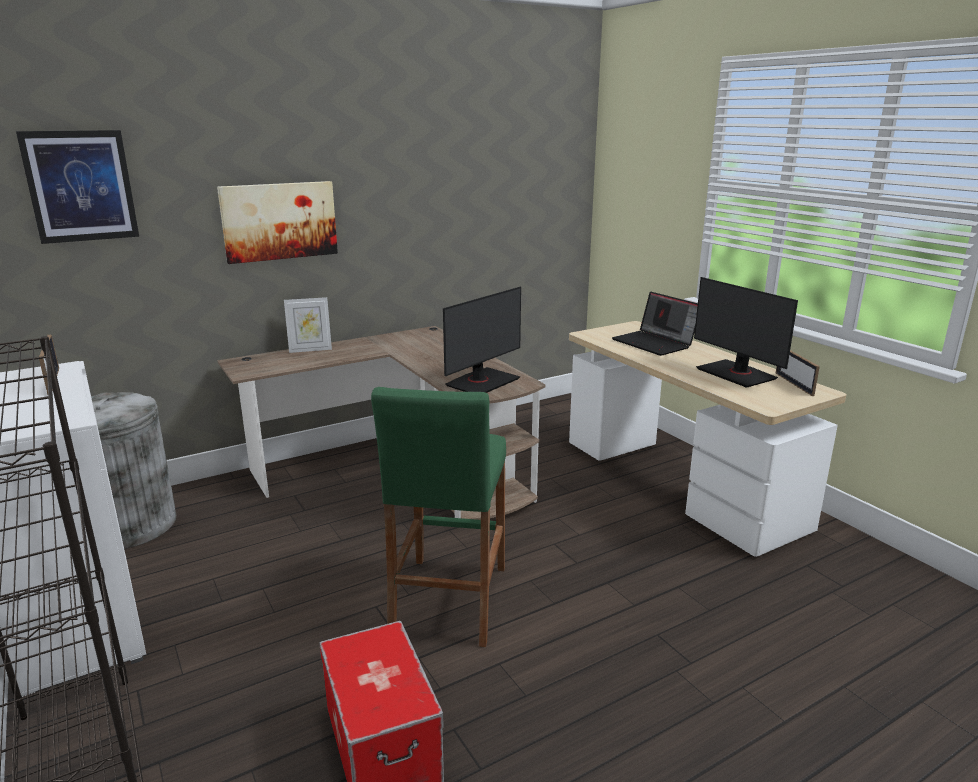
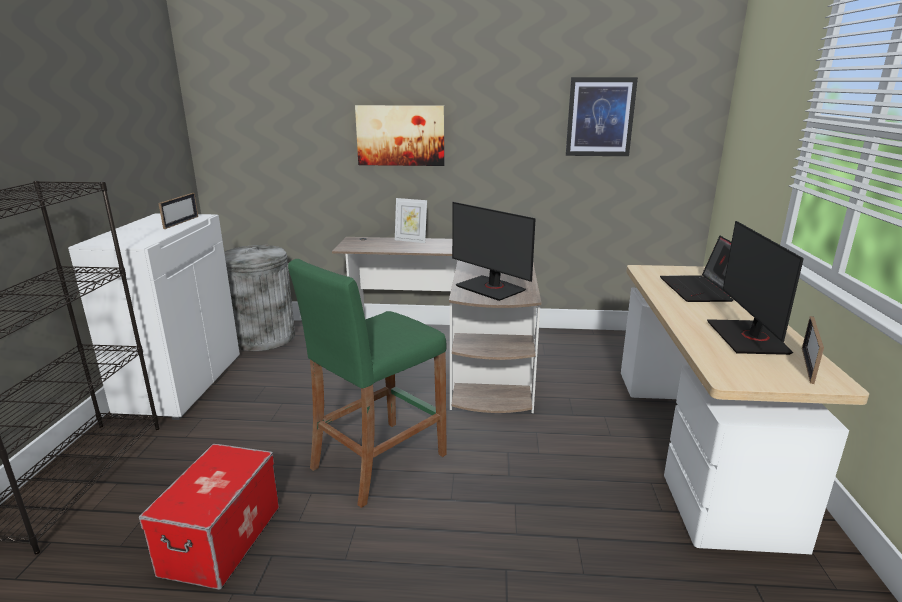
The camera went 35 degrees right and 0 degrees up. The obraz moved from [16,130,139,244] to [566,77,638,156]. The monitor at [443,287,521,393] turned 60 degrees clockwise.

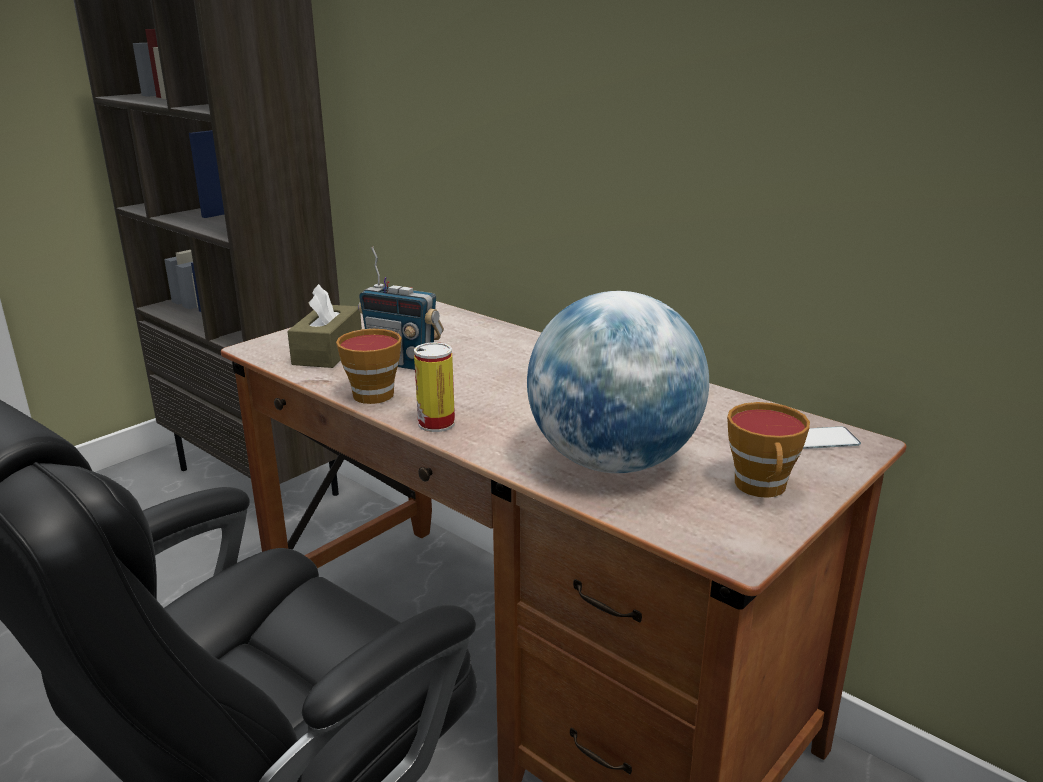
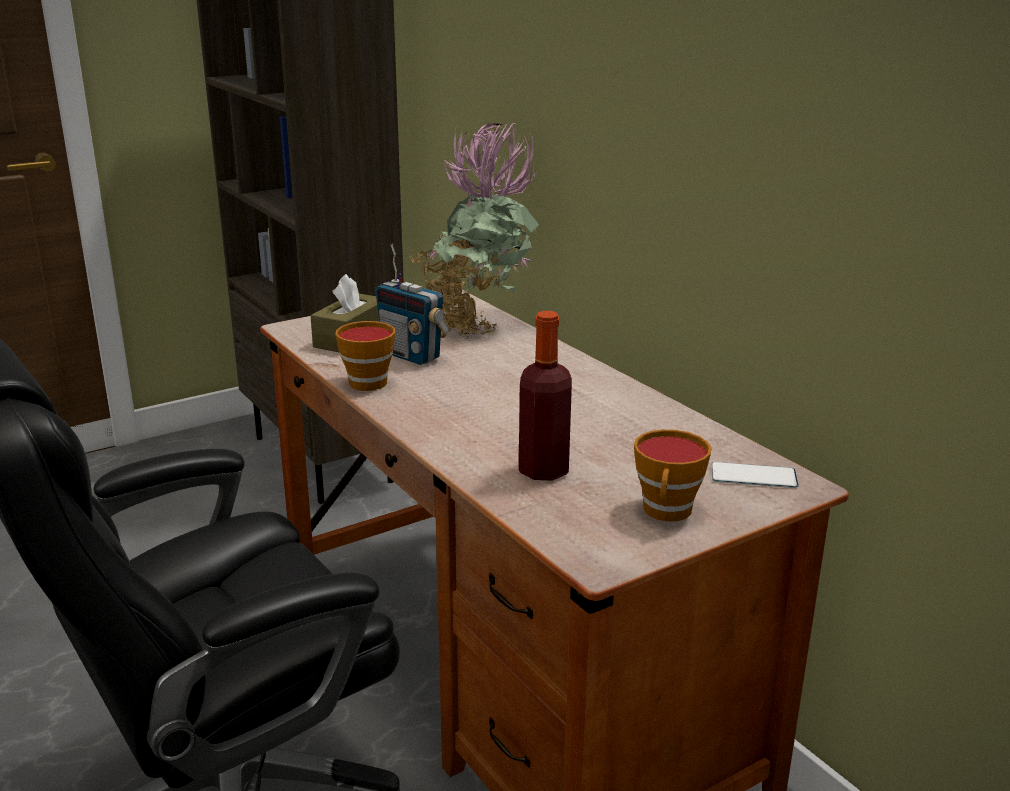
The camera went 15 degrees right and 0 degrees up. The puszka at [414,342,455,432] disappeared. The roślina doniczkowa at [408,122,539,338] appeared. The globus at [527,291,709,473] was replaced by the butelka at [519,311,572,481].

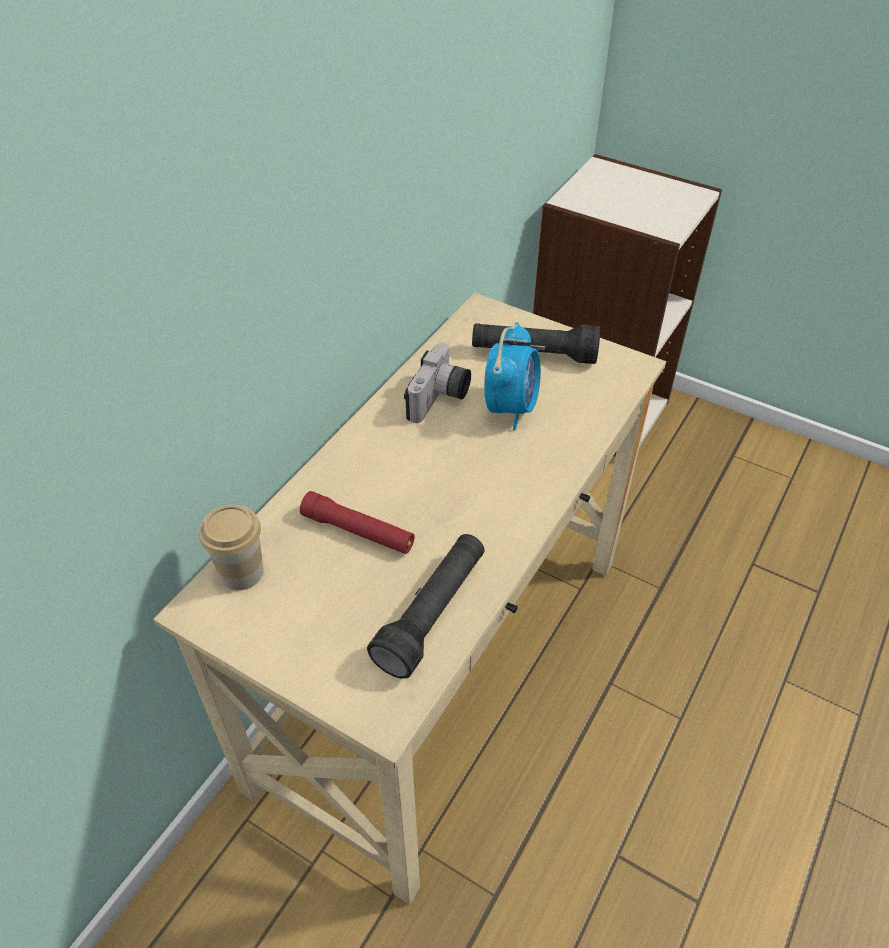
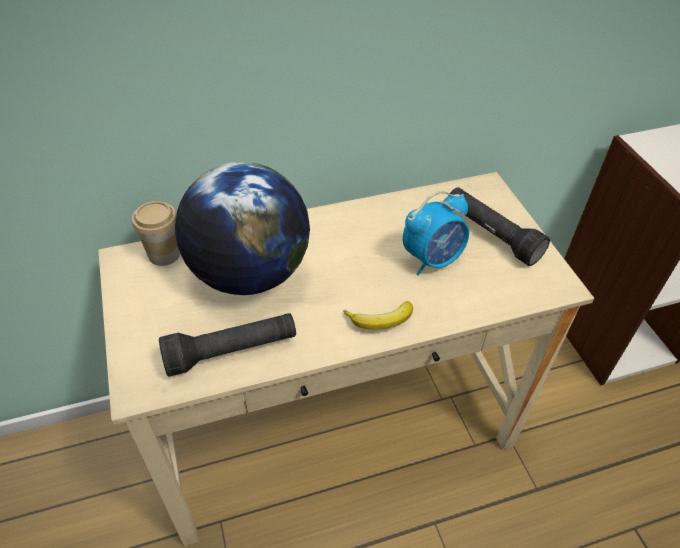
The camera went 40 degrees right and 0 degrees up. The aparat fotograficzny at [404,343,471,423] disappeared. The banan at [343,301,413,330] appeared. The latarka/czerwony at [300,491,415,554] was replaced by the globus at [175,162,310,295].

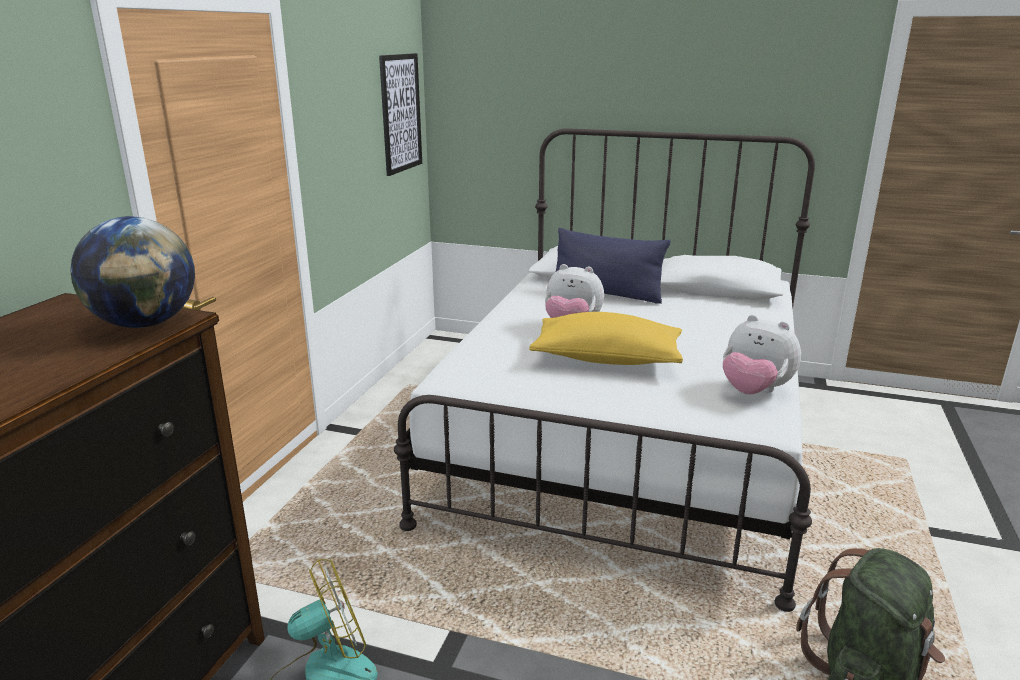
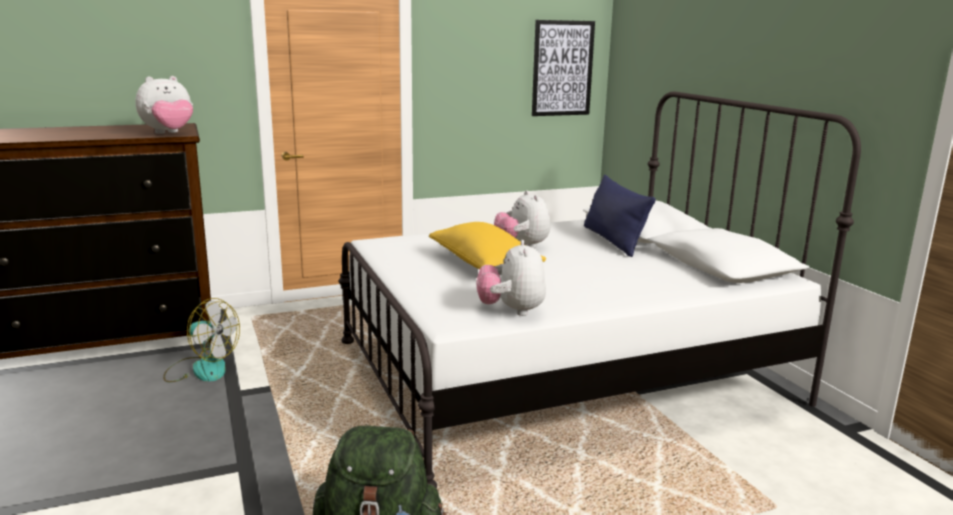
The camera went 50 degrees right and 5 degrees down. The globus at [71,216,195,328] was replaced by the pluszak at [135,76,193,134].

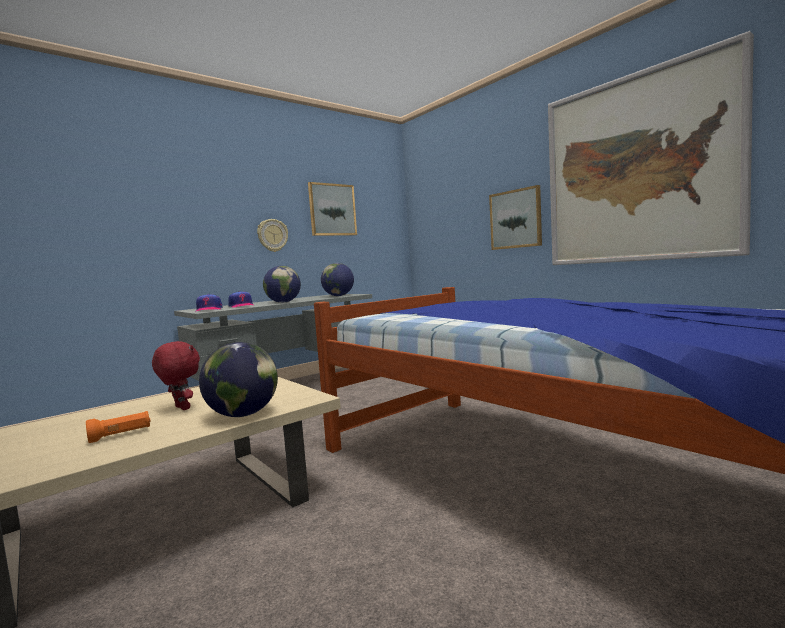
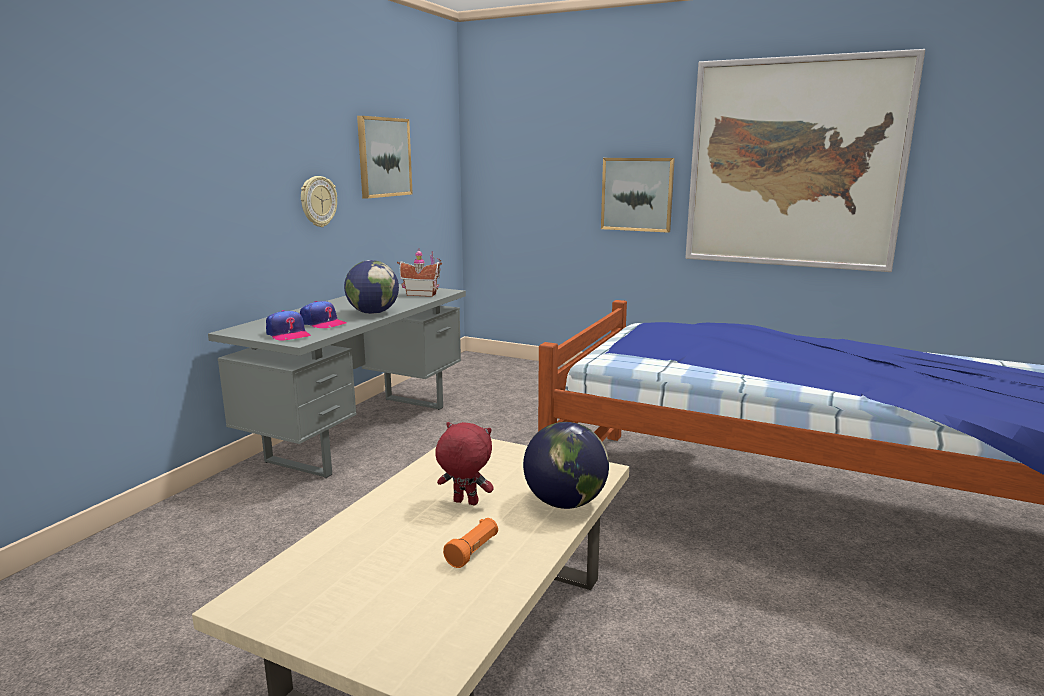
The camera went 25 degrees left and 10 degrees up. The globus at [321,263,354,296] was replaced by the domek at [397,249,442,297].

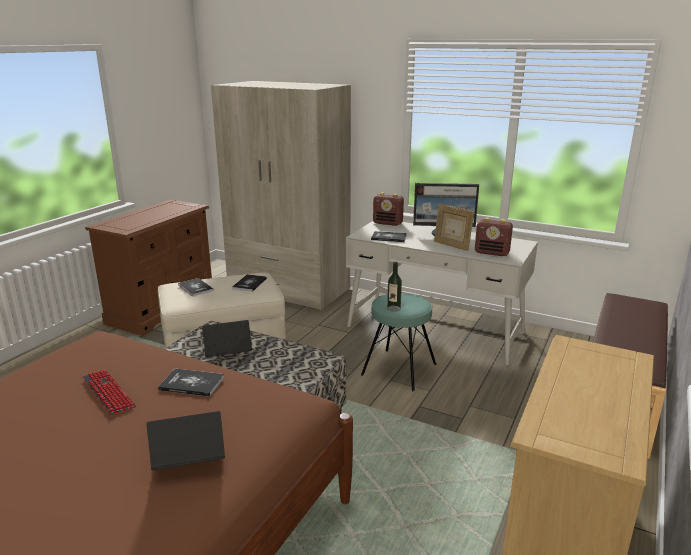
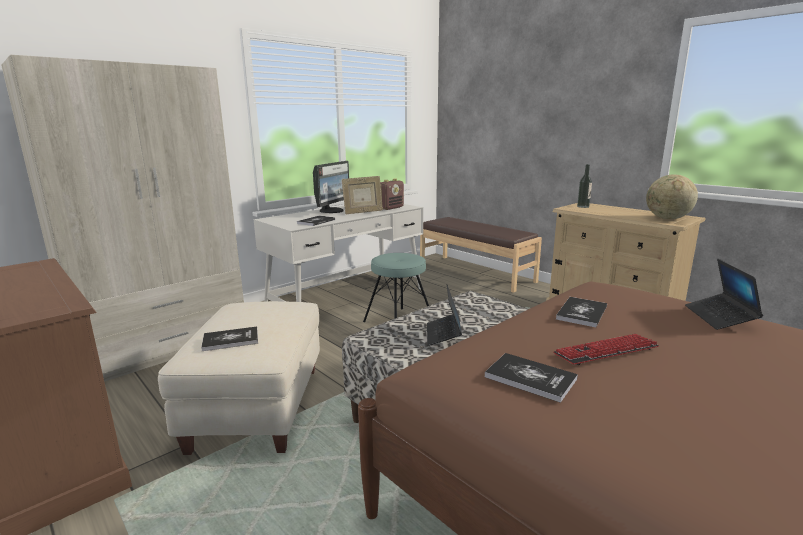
The camera went 70 degrees left and 5 degrees down. The radio at [373,192,404,226] disappeared. The globus at [646,174,698,219] appeared. The książka moved from [232,274,267,292] to [485,353,578,403]. The butelka moved from [387,262,402,312] to [577,164,592,208].

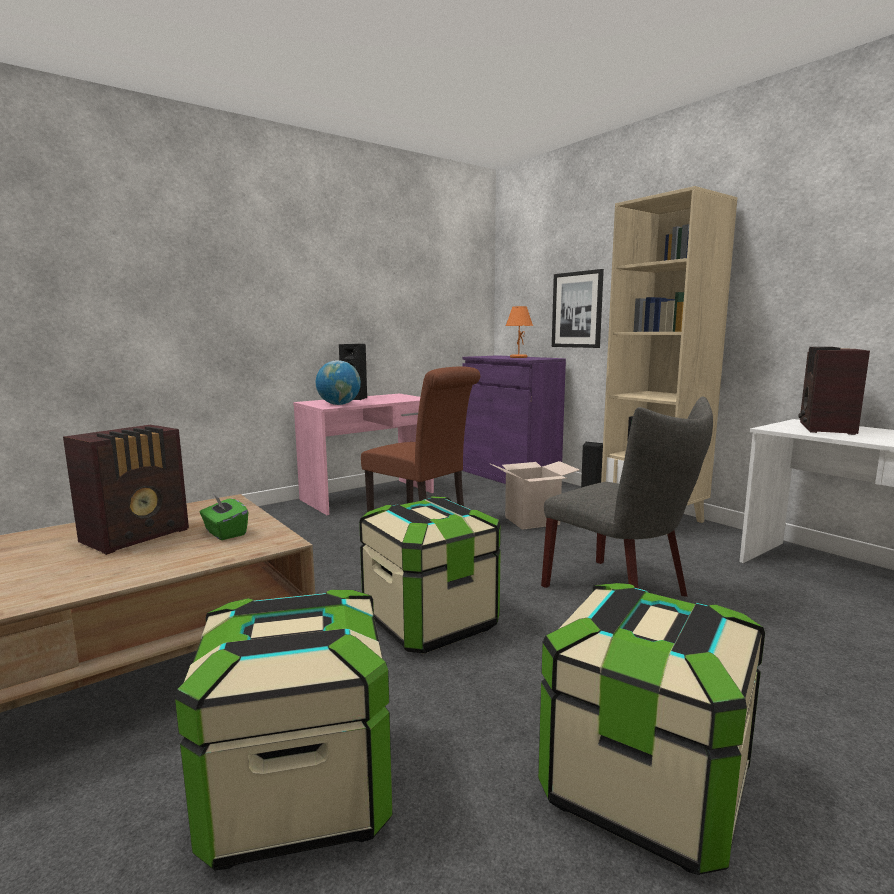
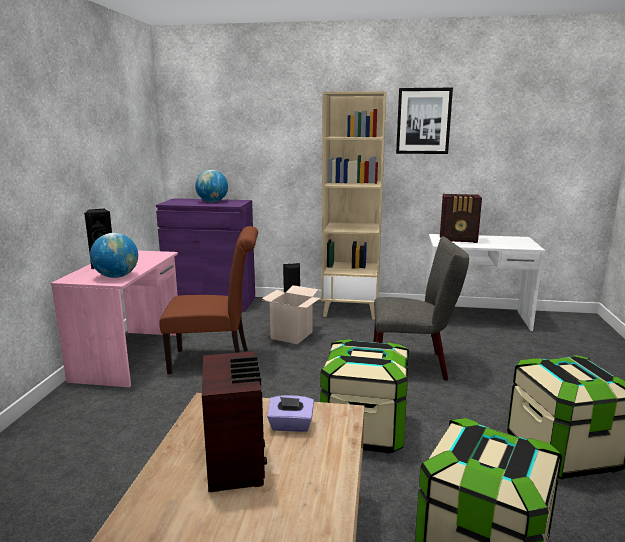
The camera went 45 degrees left and 5 degrees up. The obraz moved from [552,269,604,348] to [396,88,453,154]. The lampa stołowa/pomarańczowy at [506,306,533,358] was replaced by the globus at [195,170,228,202]. The pudełko chusteczek/zielony at [200,493,248,540] became the pudełko chusteczek/fioletowy at [267,395,314,432]. The radio at [798,347,870,435] turned 60 degrees counterclockwise.

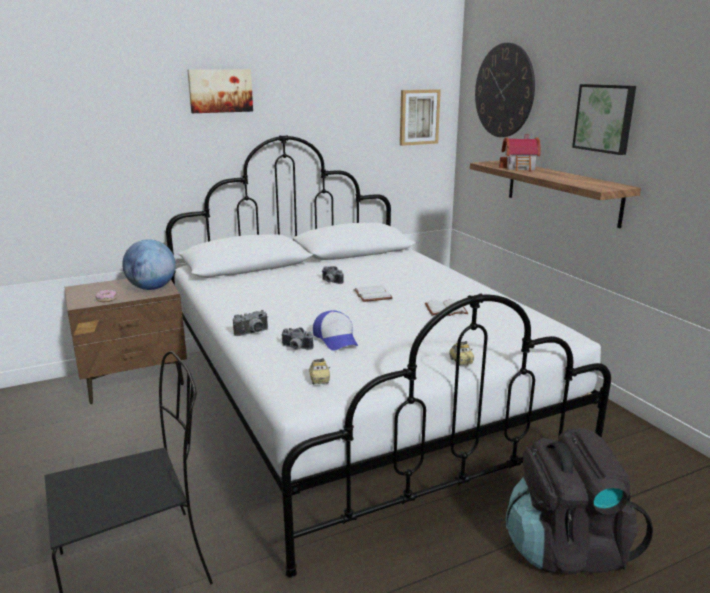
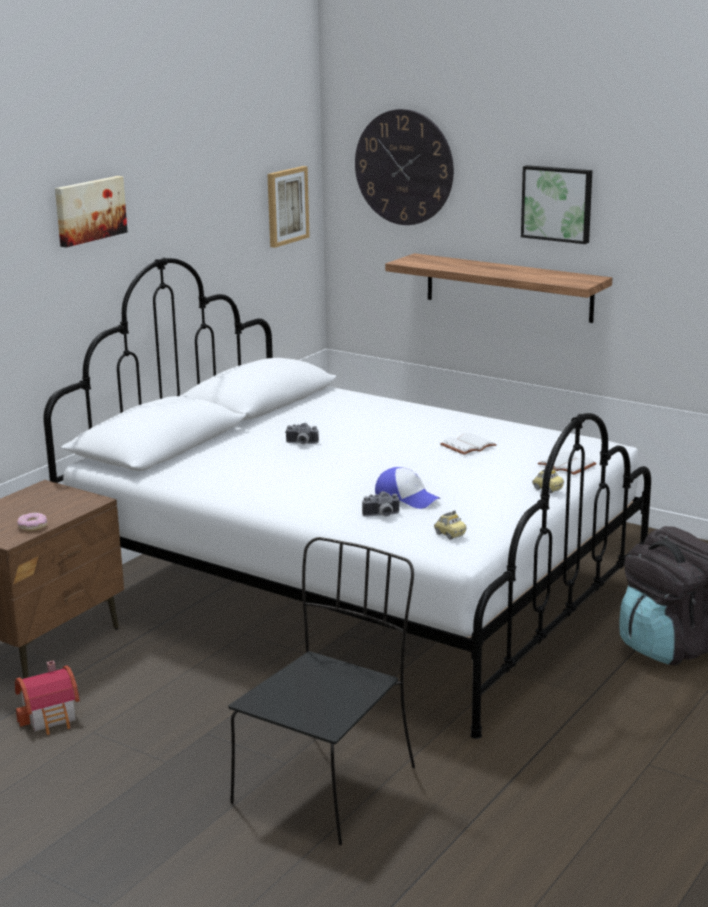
The camera went 30 degrees left and 0 degrees up. The globus at [122,239,176,290] disappeared. The aparat fotograficzny at [233,310,268,336] disappeared. The książka/biały moved from [353,285,393,302] to [538,451,597,475]. The domek moved from [499,134,541,171] to [15,661,80,735].

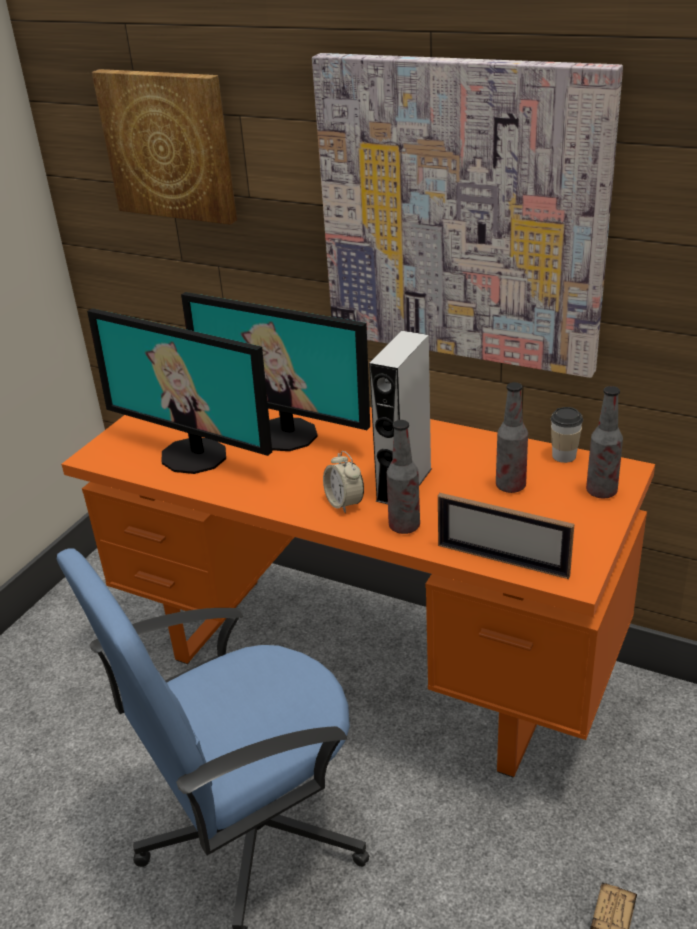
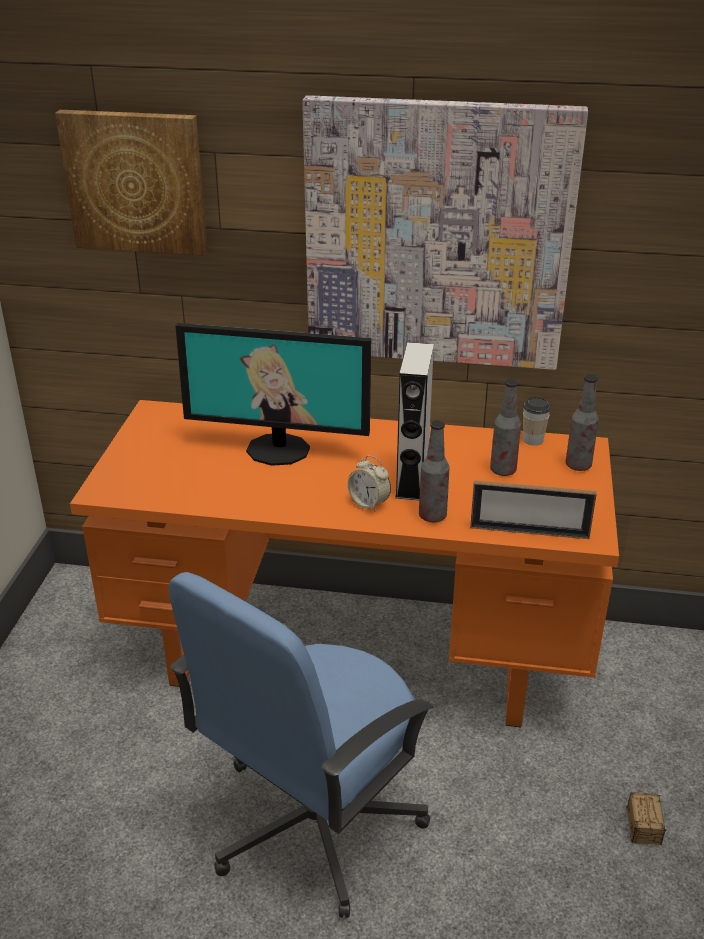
The camera went 20 degrees left and 0 degrees up. The monitor at [87,308,272,474] disappeared.

